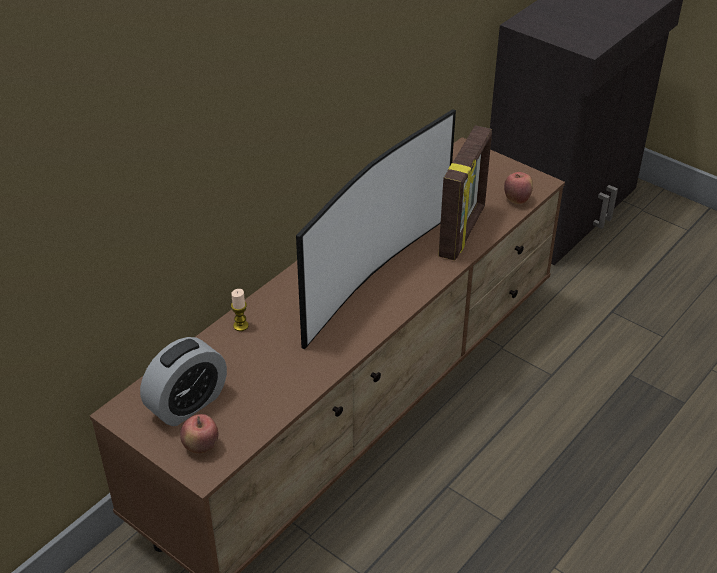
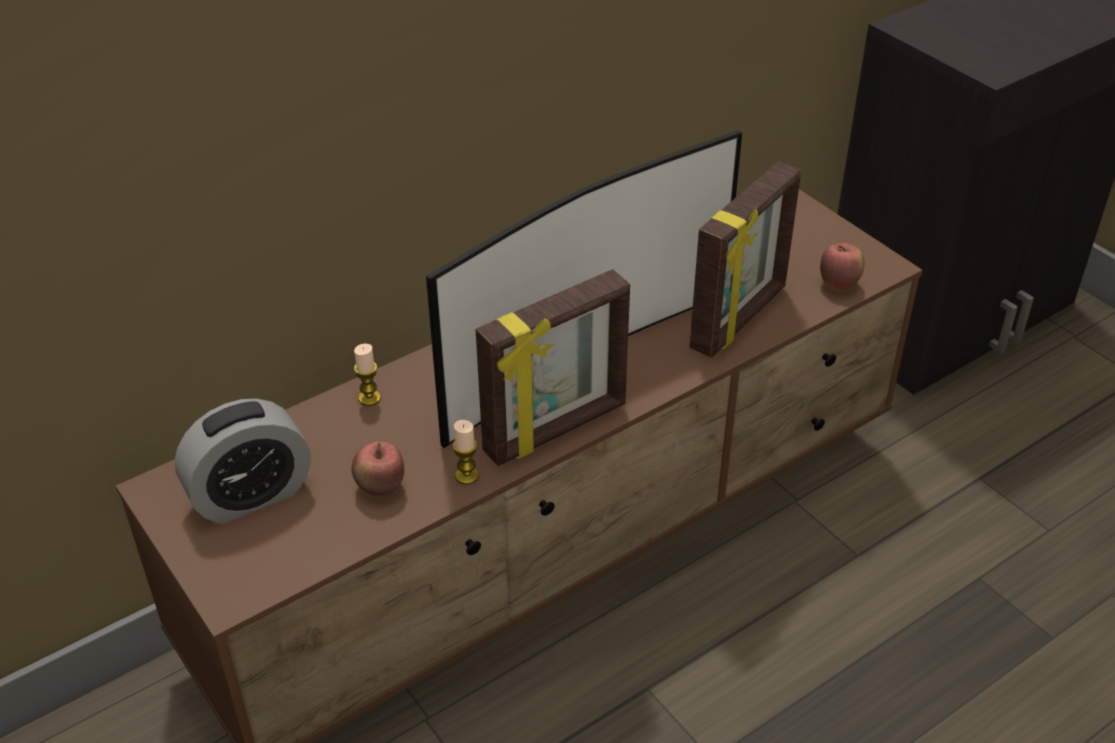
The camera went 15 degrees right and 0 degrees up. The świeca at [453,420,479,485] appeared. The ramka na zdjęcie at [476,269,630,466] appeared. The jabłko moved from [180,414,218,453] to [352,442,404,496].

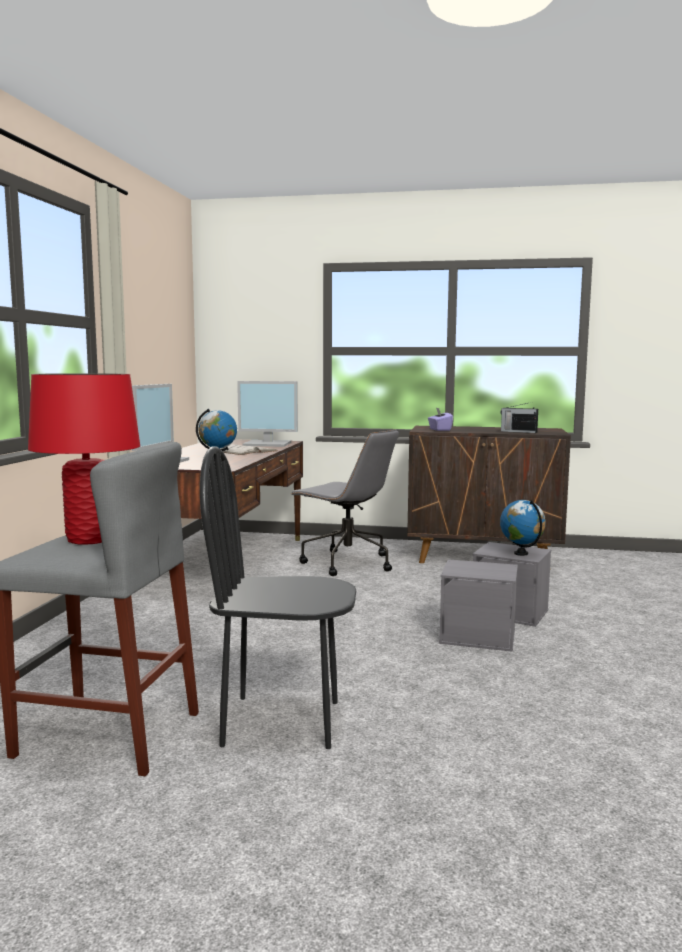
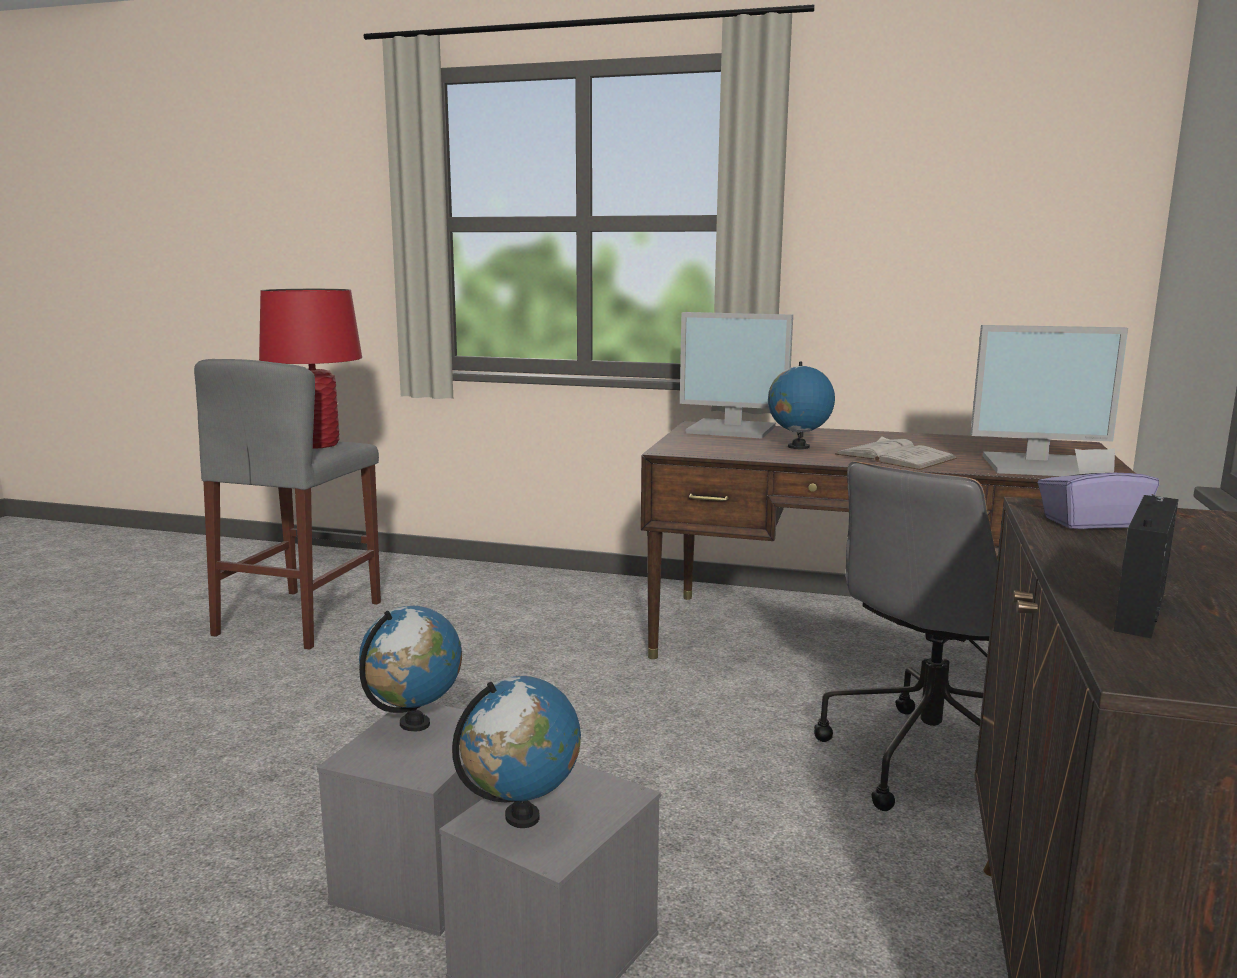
The camera went 95 degrees right and 5 degrees up. The krzesło/czarny at [200,446,356,749] disappeared. The globus at [359,606,462,732] appeared. The monitor at [237,381,298,447] turned 90 degrees counterclockwise.

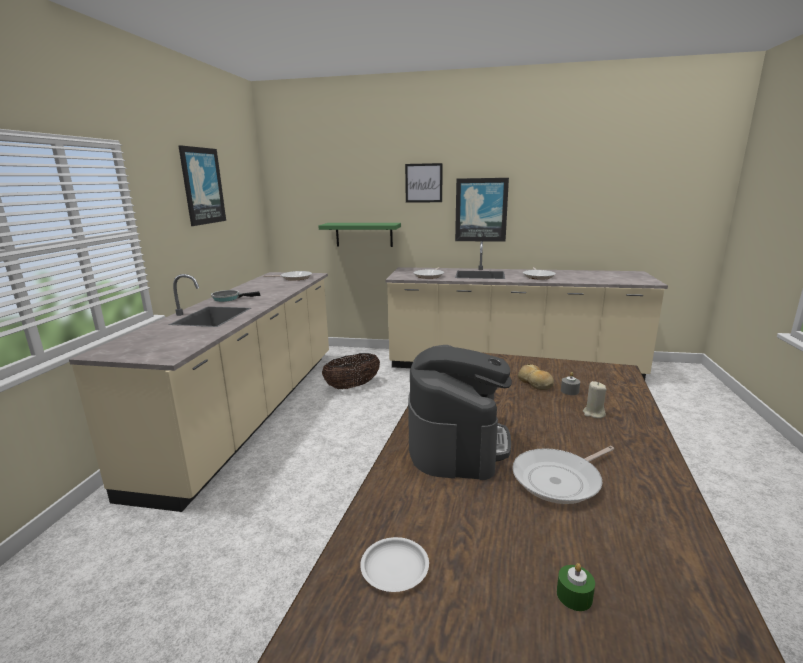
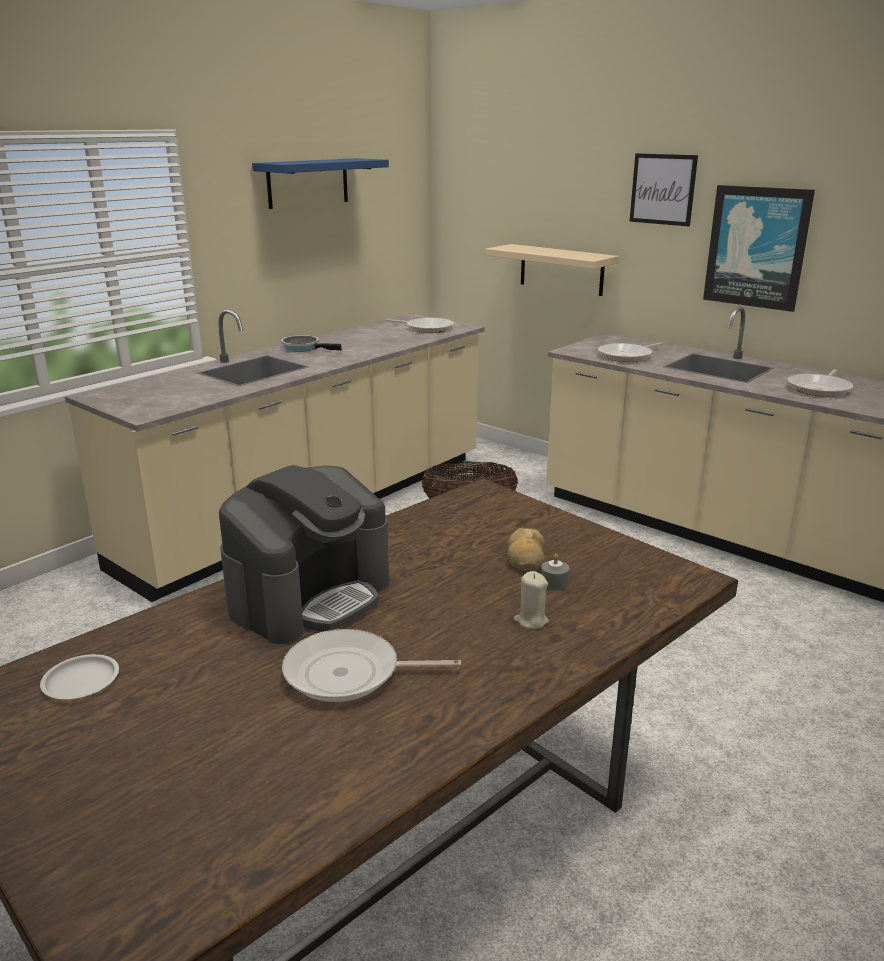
The camera went 30 degrees right and 5 degrees up. The świeca/zielony at [557,563,595,611] disappeared. The obraz at [178,145,226,226] was replaced by the półka/niebieski at [252,158,389,209]. The półka/zielony at [318,223,401,247] became the półka/beżowy at [485,244,619,296].

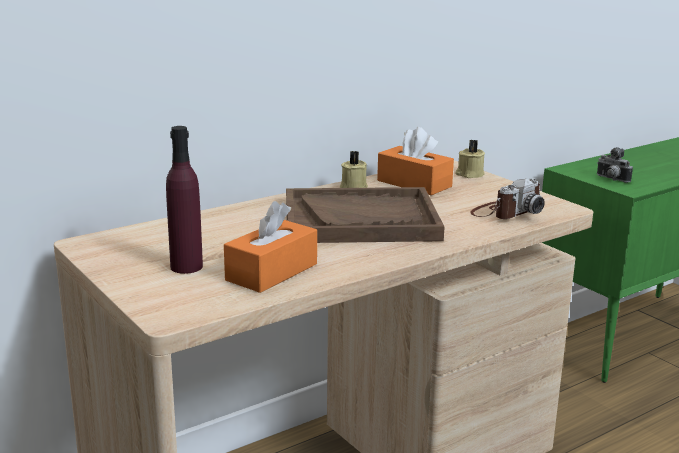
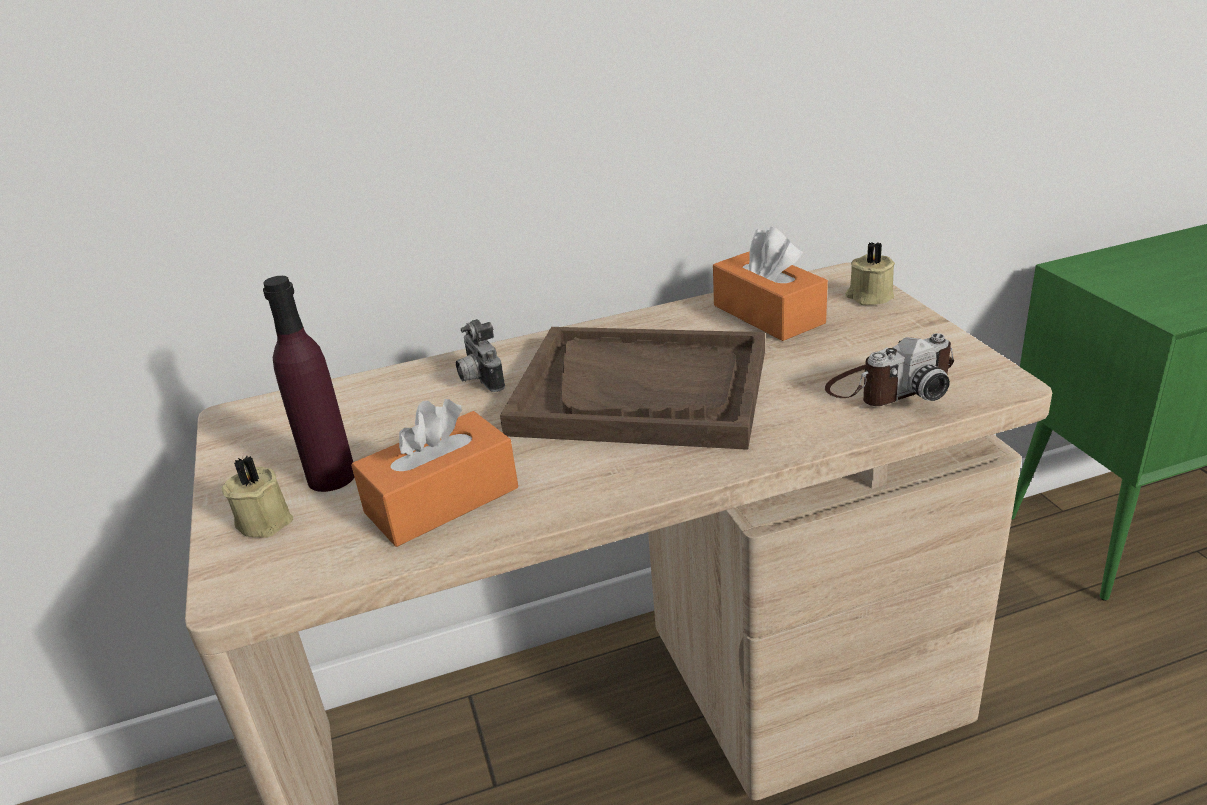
The camera went 20 degrees right and 10 degrees up. The świeca/beżowy moved from [340,151,368,188] to [221,456,293,538]. The aparat fotograficzny moved from [597,147,633,183] to [456,319,505,392].

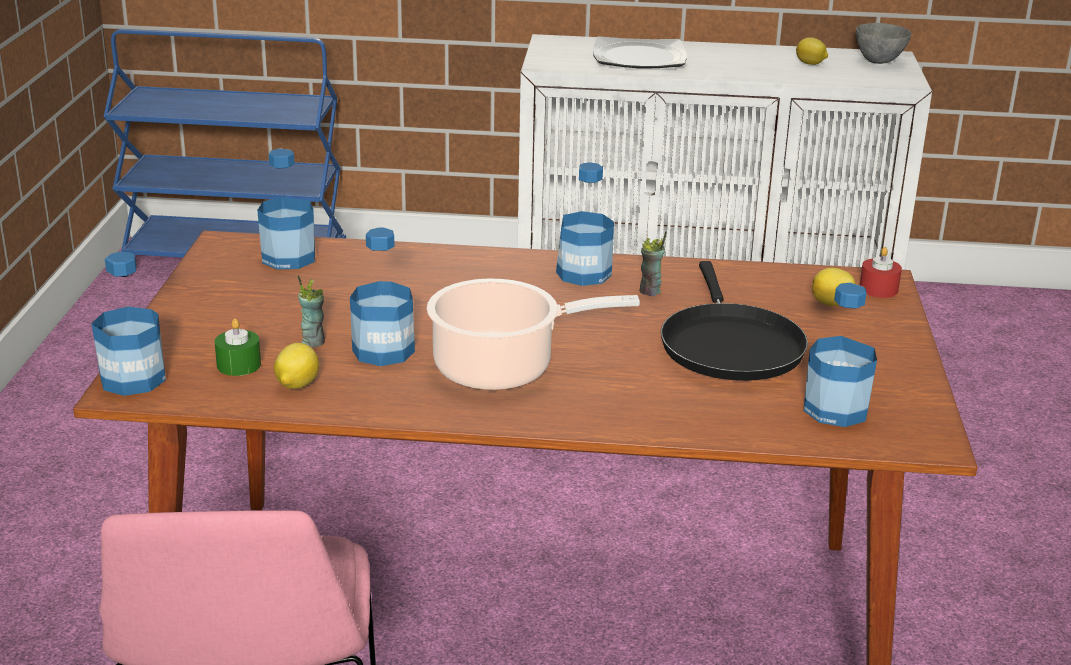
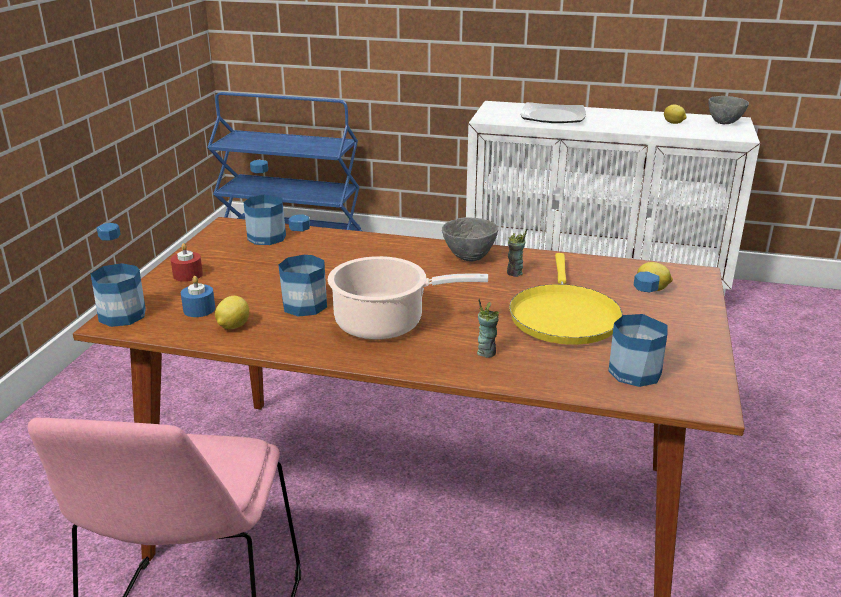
The camera went 10 degrees right and 0 degrees up. The filiżanka moved from [297,275,325,347] to [477,299,499,358]. The świeca/czerwony moved from [860,247,902,298] to [171,243,203,282]. The butelka at [556,162,614,286] was replaced by the miska/szary at [442,217,498,262]. The świeca/zielony at [215,318,261,376] became the świeca/niebieski at [181,276,215,317]. The patelnia/czarny at [661,261,808,381] became the patelnia/żółty at [509,253,623,345].

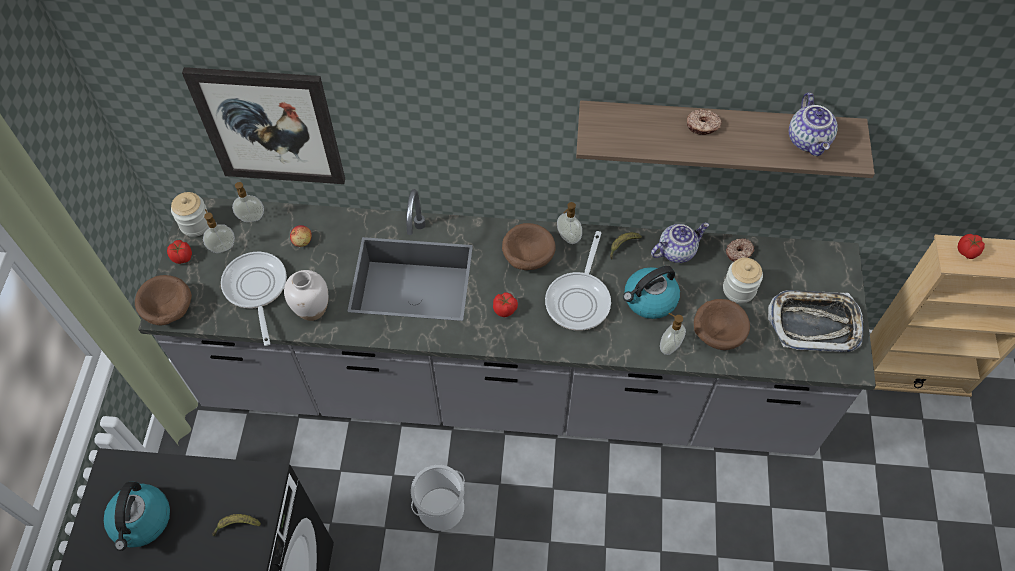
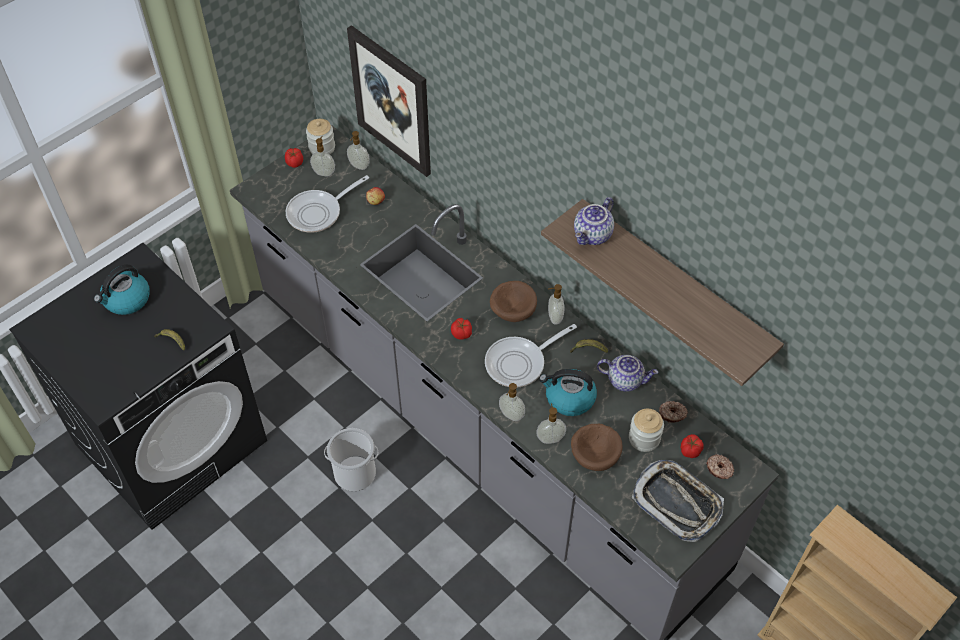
The camera went 40 degrees right and 5 degrees down. The miska/brązowy at [135,275,192,325] disappeared. The wazon/biały at [284,270,328,321] disappeared. The dozownik mydła at [499,383,525,421] appeared. The donut moved from [687,109,722,135] to [706,454,734,479]. The imbryk moved from [789,93,838,156] to [574,197,614,245]. The pomidor moved from [958,234,985,259] to [681,434,704,458]. The patelnia at [221,252,287,346] turned 150 degrees counterclockwise.

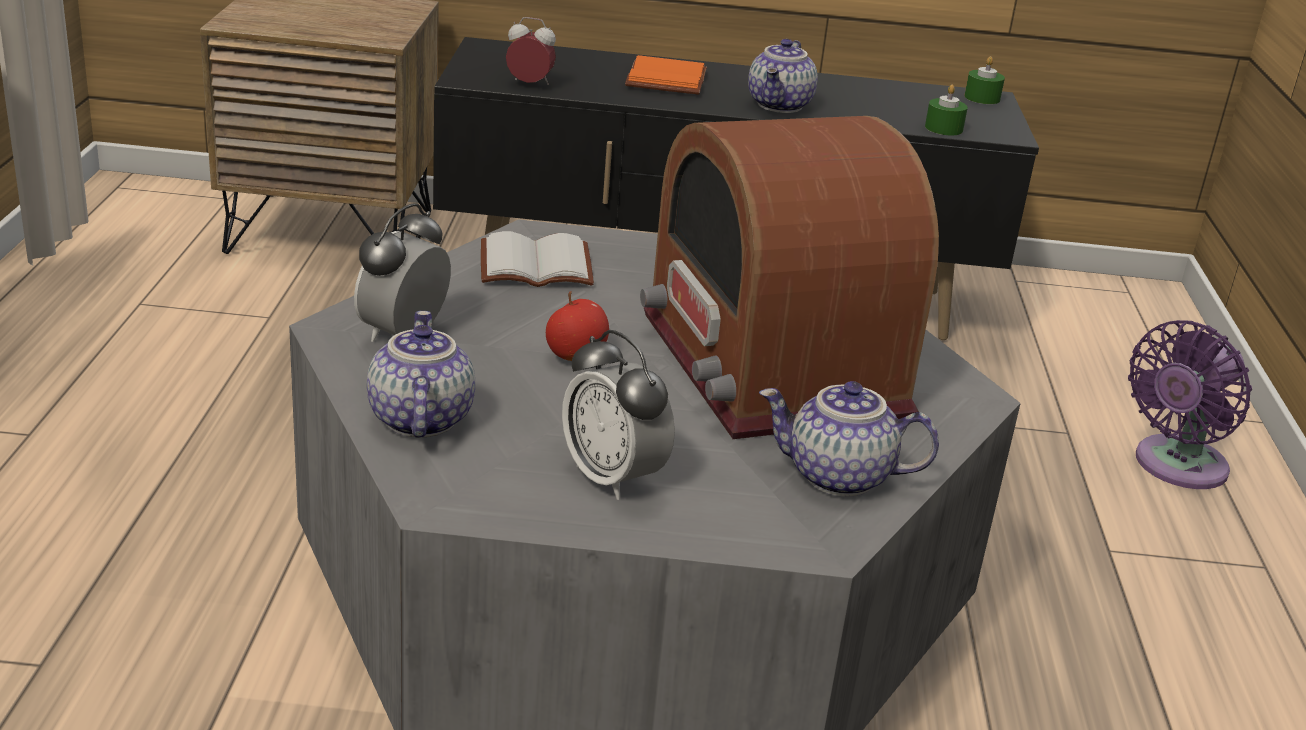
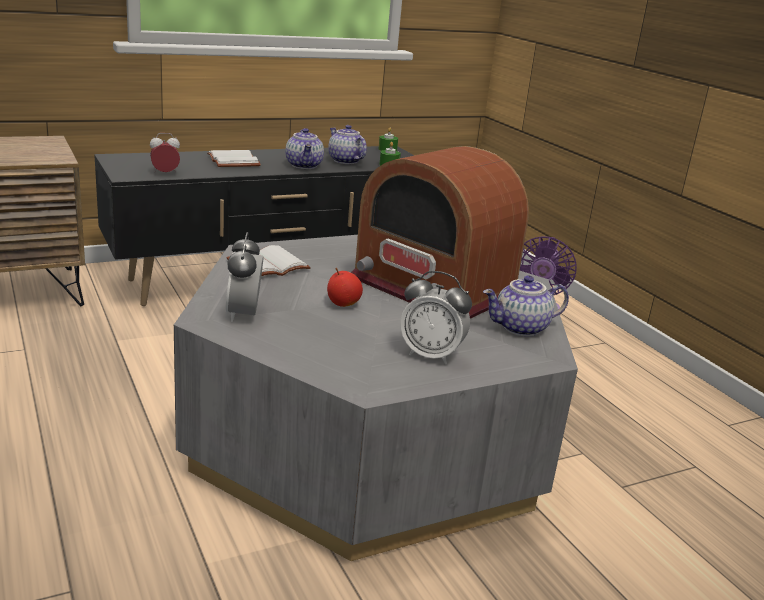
The camera went 30 degrees left and 5 degrees down. The imbryk moved from [367,311,475,438] to [328,125,367,164]. The książka/pomarańczowy at [625,55,707,95] became the książka/biały at [207,150,261,167].

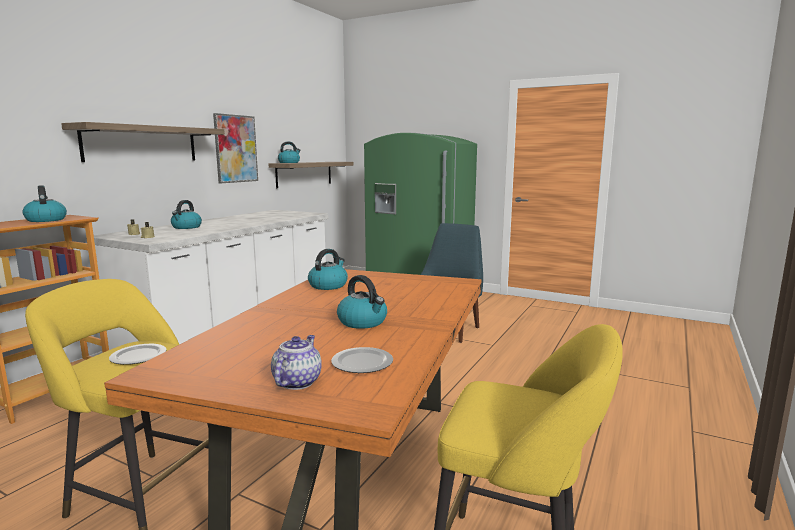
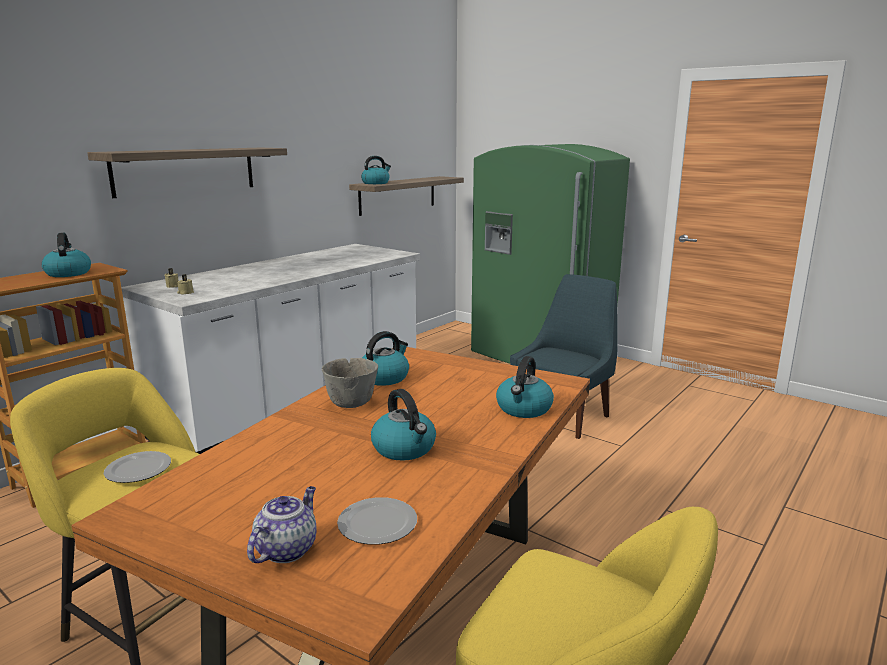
The camera went 10 degrees right and 5 degrees up. The obraz at [213,113,258,183] disappeared. The miska/szary at [322,358,378,408] appeared. The czajnik moved from [171,200,202,229] to [496,356,554,418].

